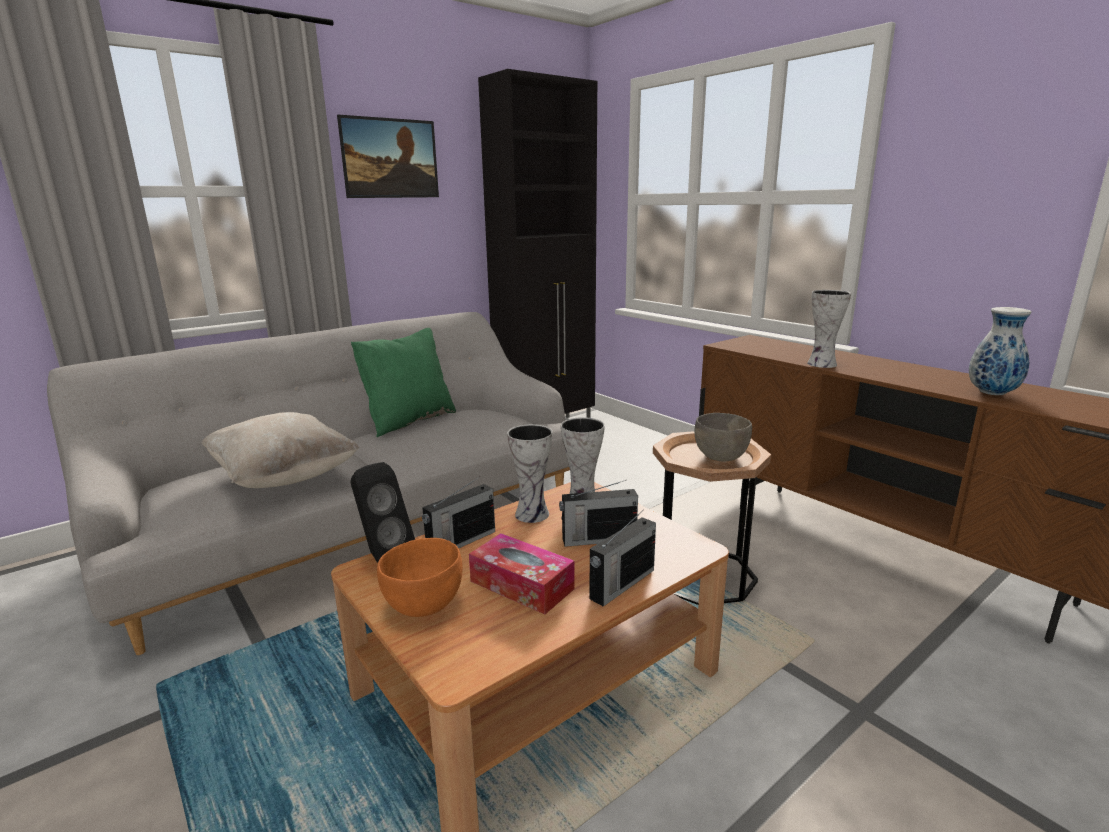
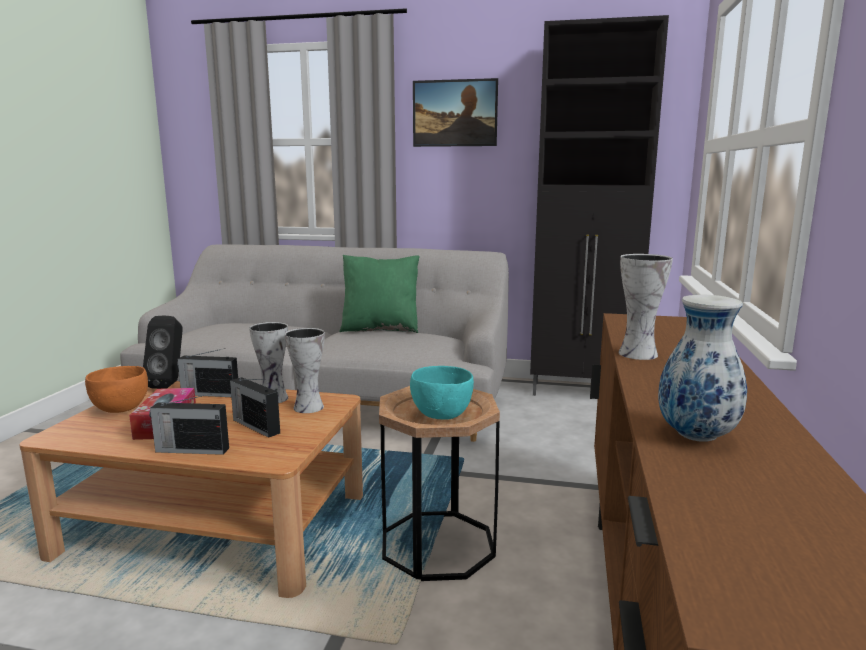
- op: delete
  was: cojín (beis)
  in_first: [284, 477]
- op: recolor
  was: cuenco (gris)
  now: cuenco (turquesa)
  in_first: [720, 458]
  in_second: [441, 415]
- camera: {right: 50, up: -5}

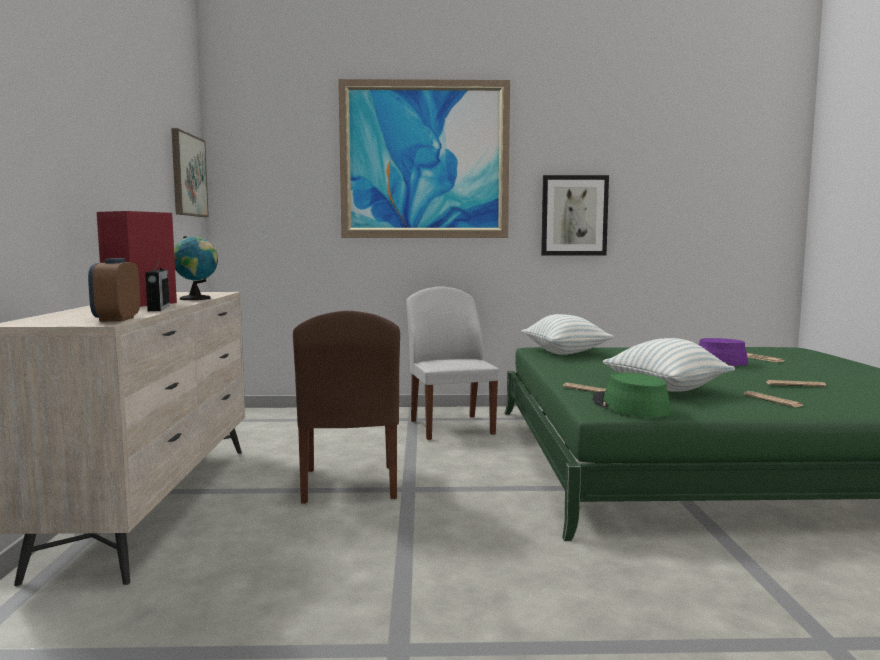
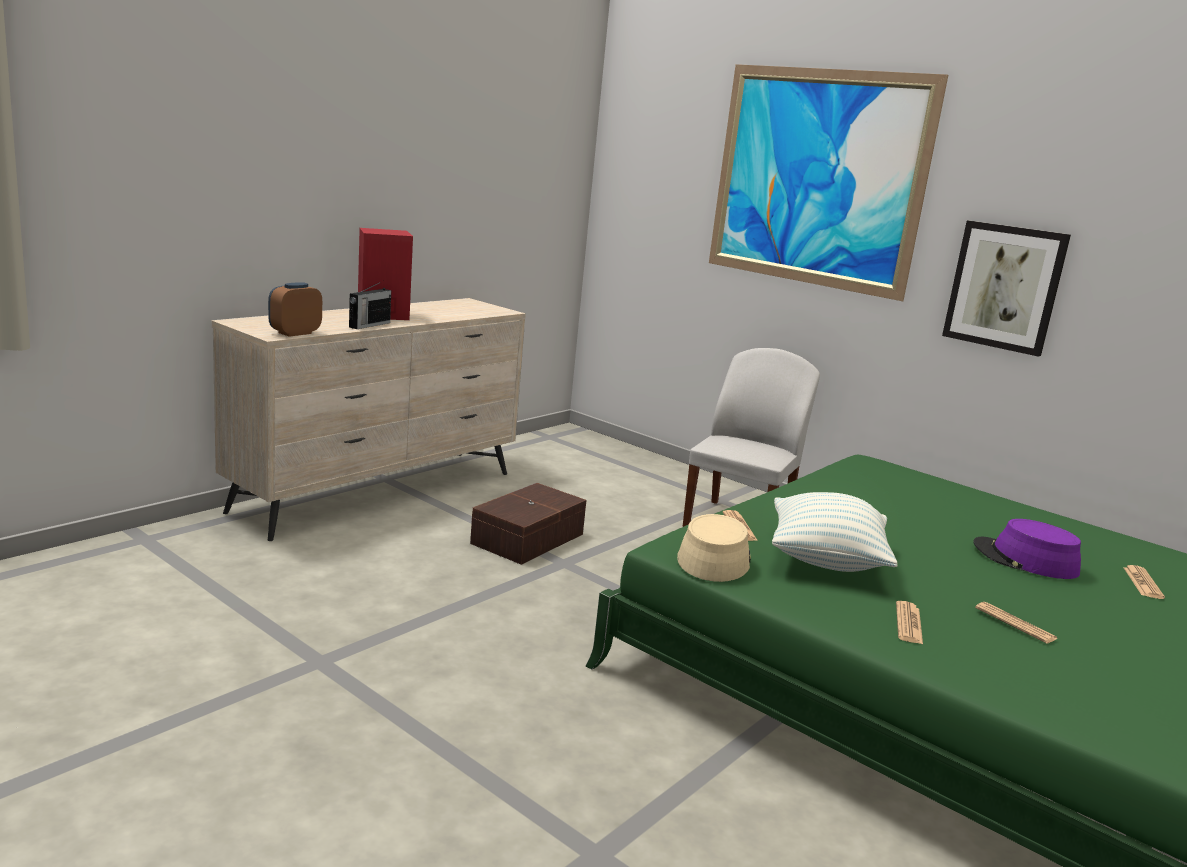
- op: delete
  was: cuadro
  in_first: [188, 175]
- op: delete
  was: globo terráqueo
  in_first: [197, 299]
- op: replace
  was: silla (marrón)
  now: caja de almacenaje (marrón)
  in_first: [349, 485]
  in_second: [525, 538]
- op: delete
  was: cojín
  in_first: [565, 353]
- op: recolor
  was: sombrero (verde)
  now: sombrero (beis)
  in_first: [629, 406]
  in_second: [713, 558]
- camera: {right: 40, up: 10}

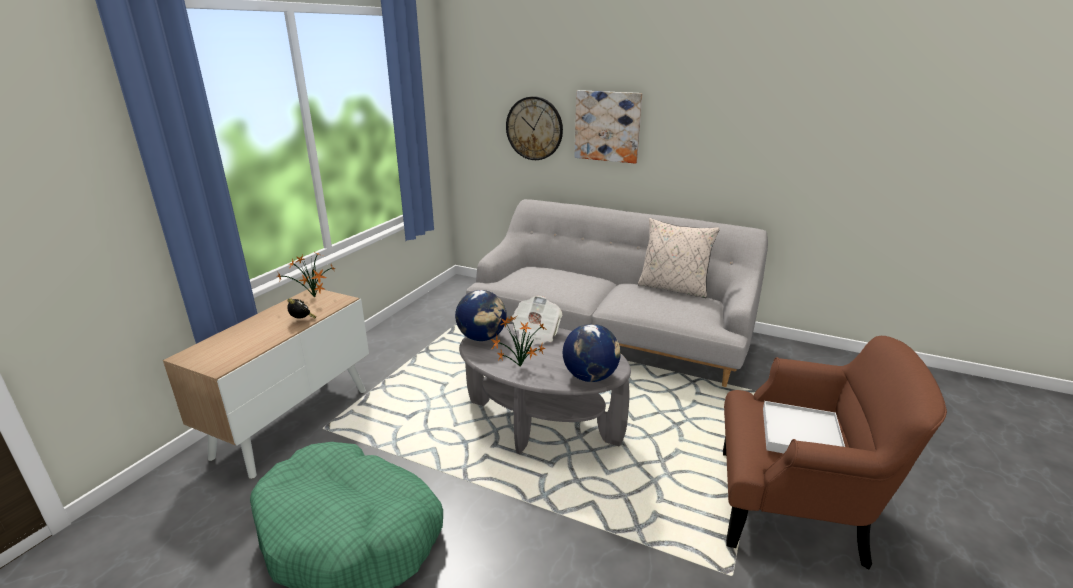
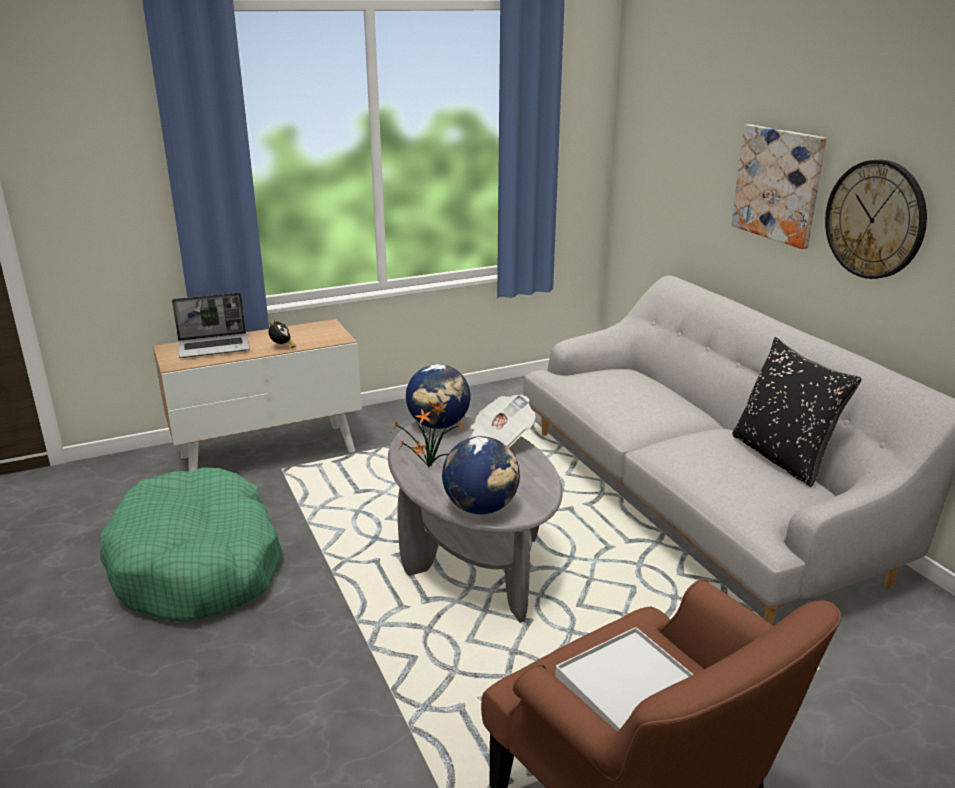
- op: delete
  was: planta en maceta
  in_first: [314, 298]
- op: move
  was: reloj de pared
  in_first: [534, 128]
  in_second: [875, 219]
- op: recolor
  was: cojín (beis)
  now: cojín (negro)
  in_first: [673, 288]
  in_second: [781, 457]
- op: insert
  now: portátil
  in_second: [215, 347]
- camera: {right: 40, up: 0}

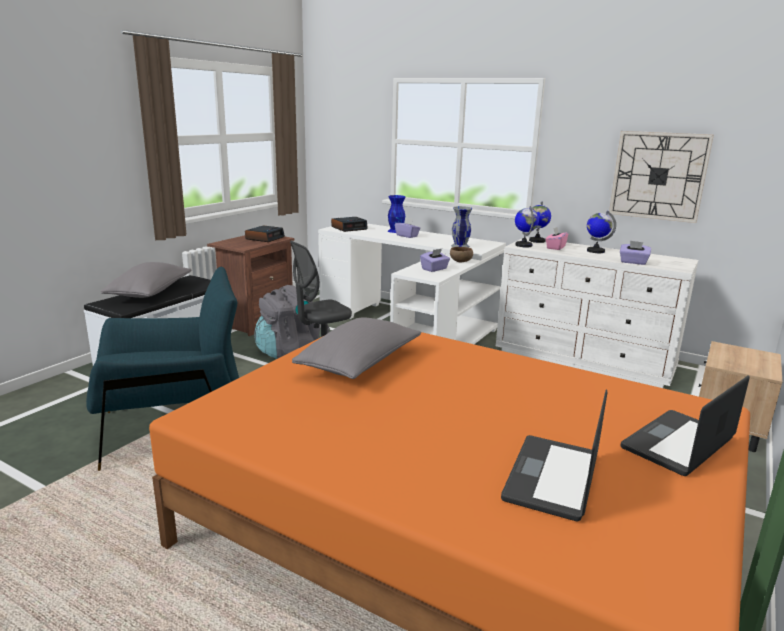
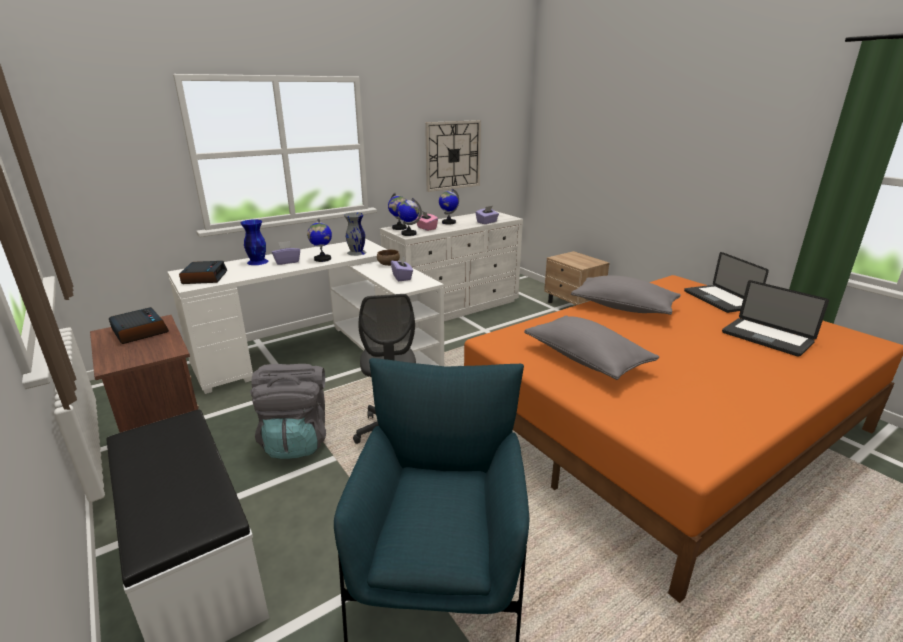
- op: move
  was: cojín (gris)
  in_first: [150, 293]
  in_second: [623, 307]
- op: insert
  now: globo terráqueo
  in_second: [322, 259]
- camera: {right: -65, up: 5}

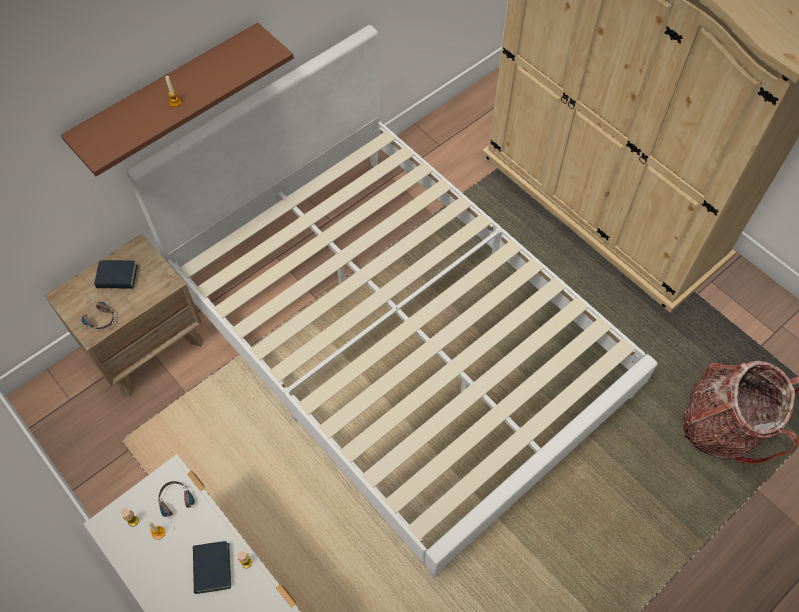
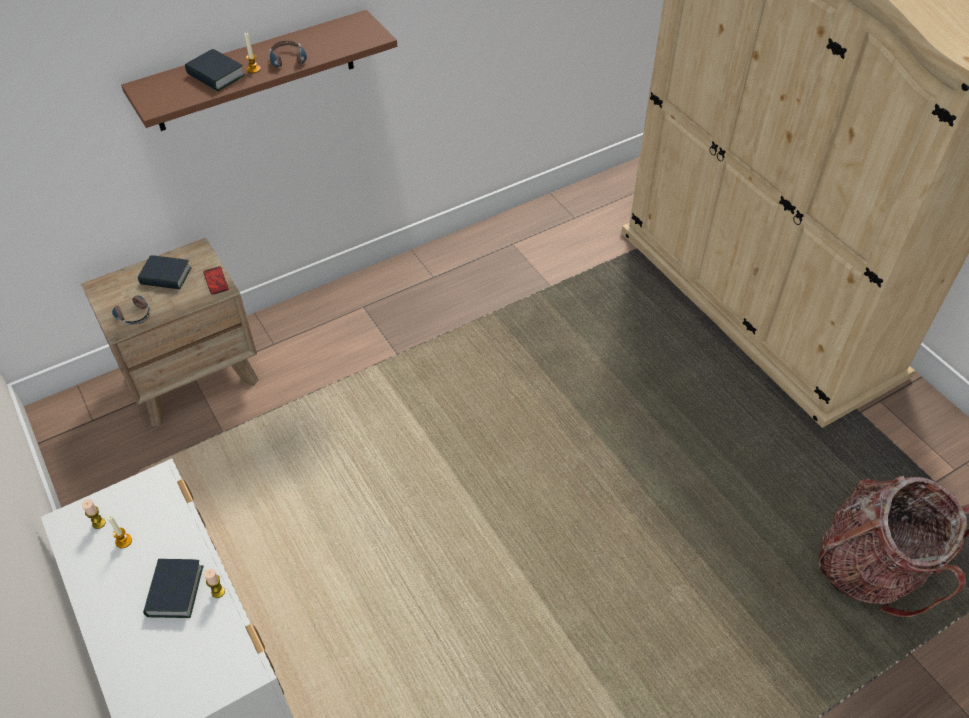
- op: delete
  was: cama (blanco)
  in_first: [399, 339]
- op: move
  was: auriculares
  in_first: [178, 506]
  in_second: [289, 63]
- op: insert
  now: libro
  in_second: [216, 75]
- op: insert
  now: móvil
  in_second: [216, 281]
- camera: {right: 10, up: -10}

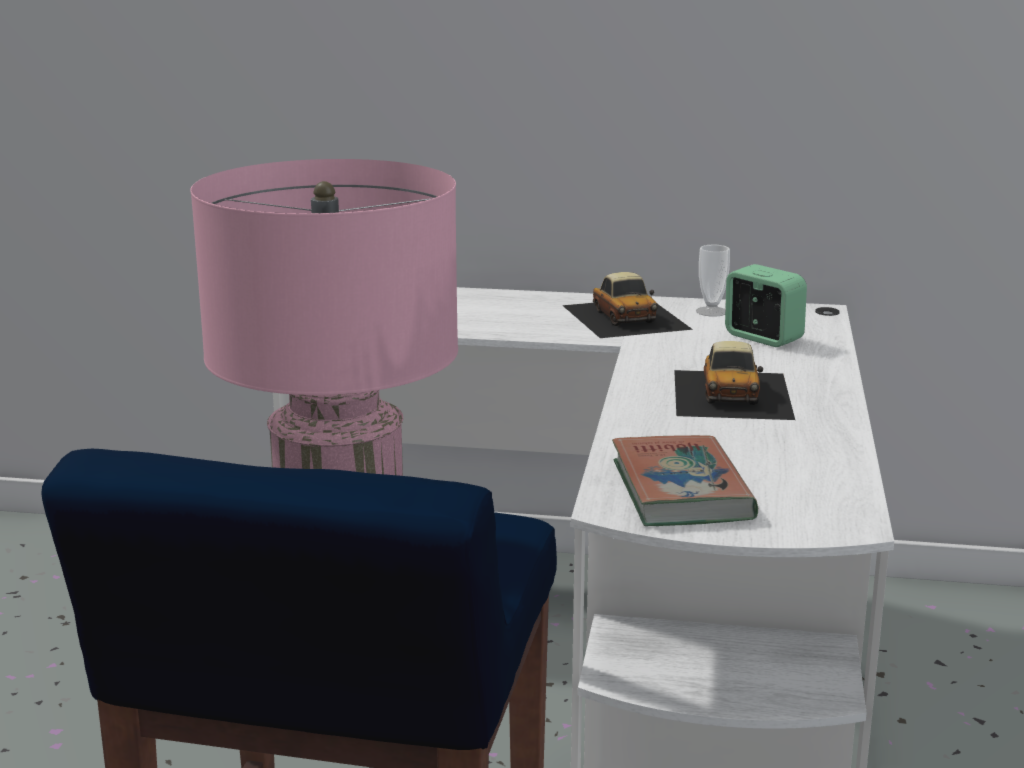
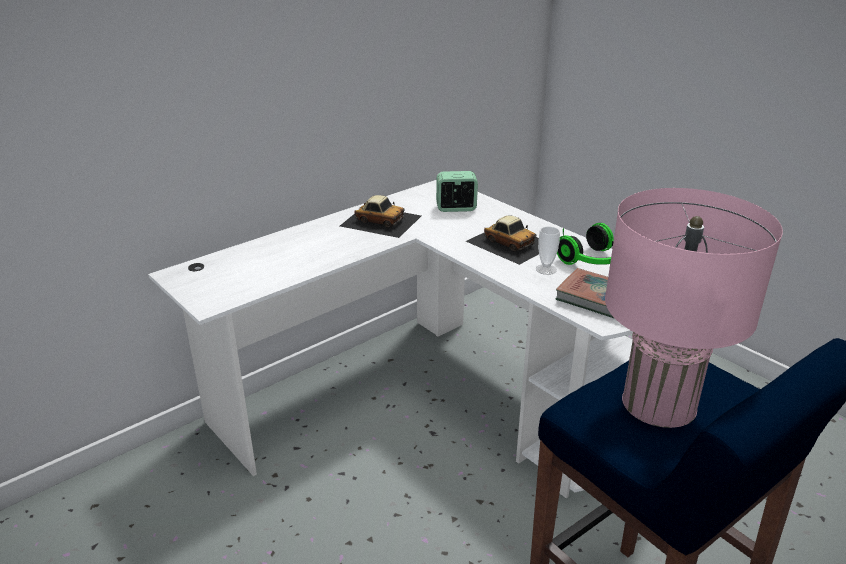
- op: move
  was: taza
  in_first: [711, 311]
  in_second: [546, 269]
- op: insert
  now: auriculares
  in_second: [593, 261]
- camera: {right: -50, up: 10}

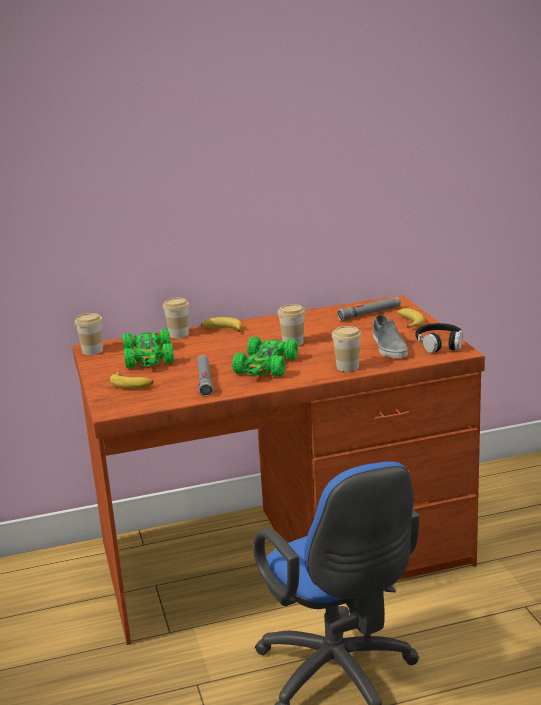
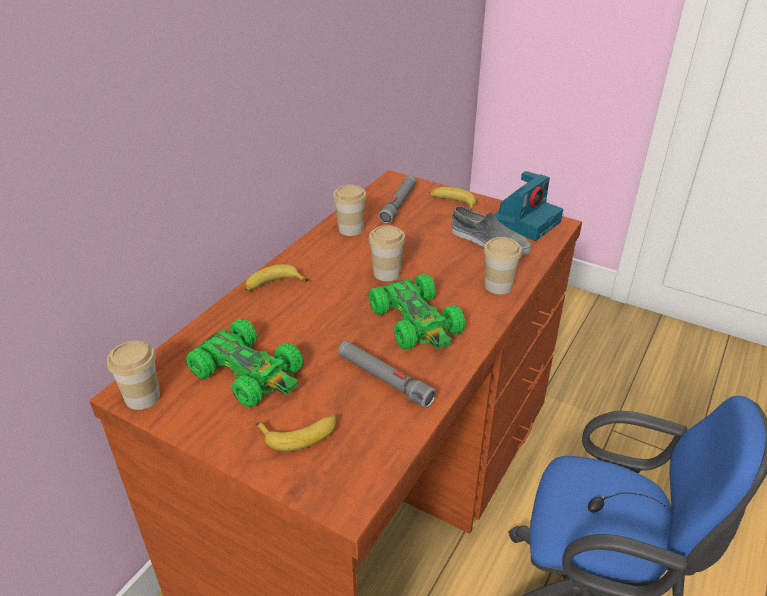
- op: move
  was: taza
  in_first: [179, 334]
  in_second: [350, 229]
- op: replace
  was: auriculares (negro)
  now: cámara
  in_first: [439, 344]
  in_second: [525, 221]
- camera: {right: -45, up: 15}

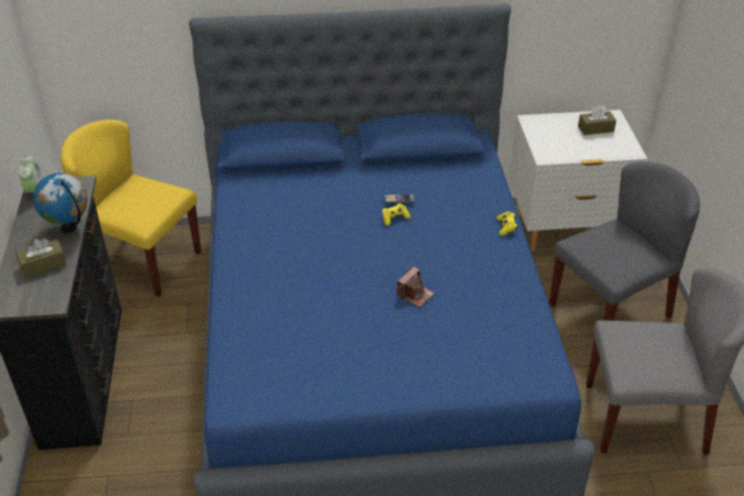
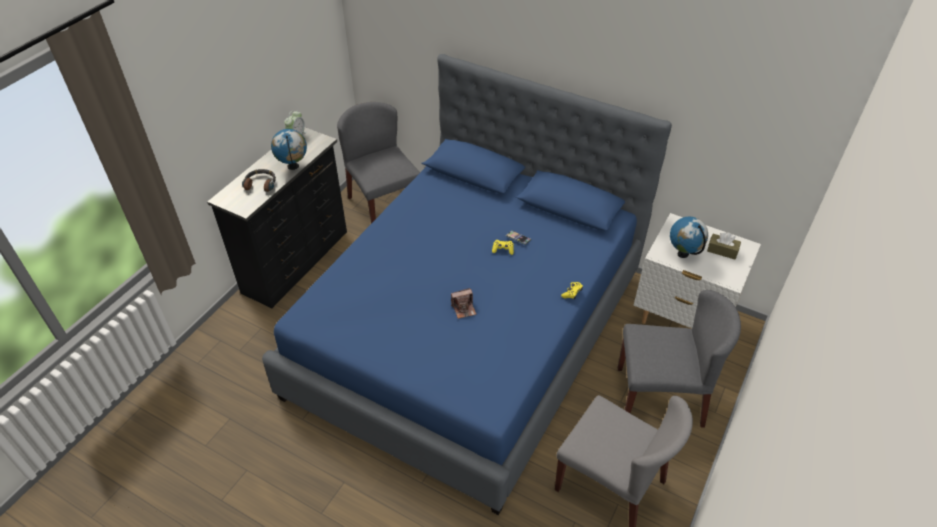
- op: replace
  was: caja de pañuelos (marrón)
  now: auriculares
  in_first: [43, 265]
  in_second: [261, 183]
- op: recolor
  was: silla (amarillo)
  now: silla (gris)
  in_first: [143, 261]
  in_second: [384, 206]
- op: insert
  now: globo terráqueo
  in_second: [683, 254]
- camera: {right: 35, up: 5}

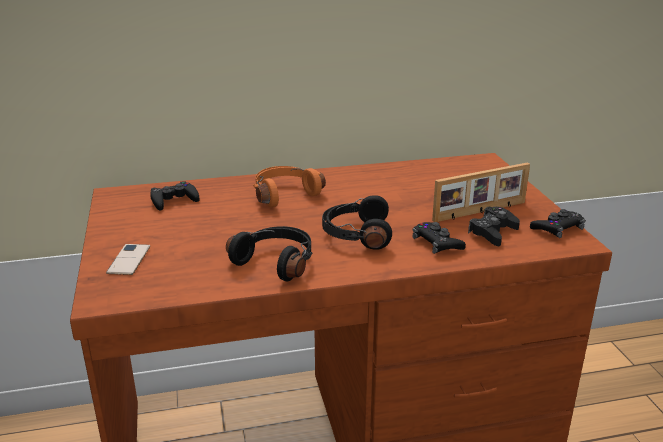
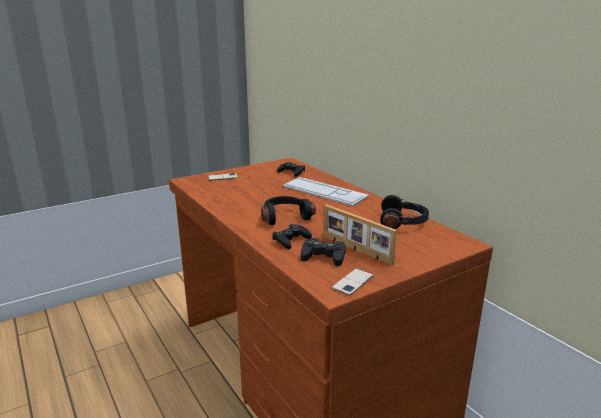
- op: move
  was: auriculares (negro)
  in_first: [277, 262]
  in_second: [403, 222]
- op: replace
  was: auriculares (naranja)
  now: teclado
  in_first: [284, 194]
  in_second: [324, 192]
- op: replace
  was: mando de consola (negro)
  now: móvil
  in_first: [557, 228]
  in_second: [353, 282]
- camera: {right: 70, up: -5}

